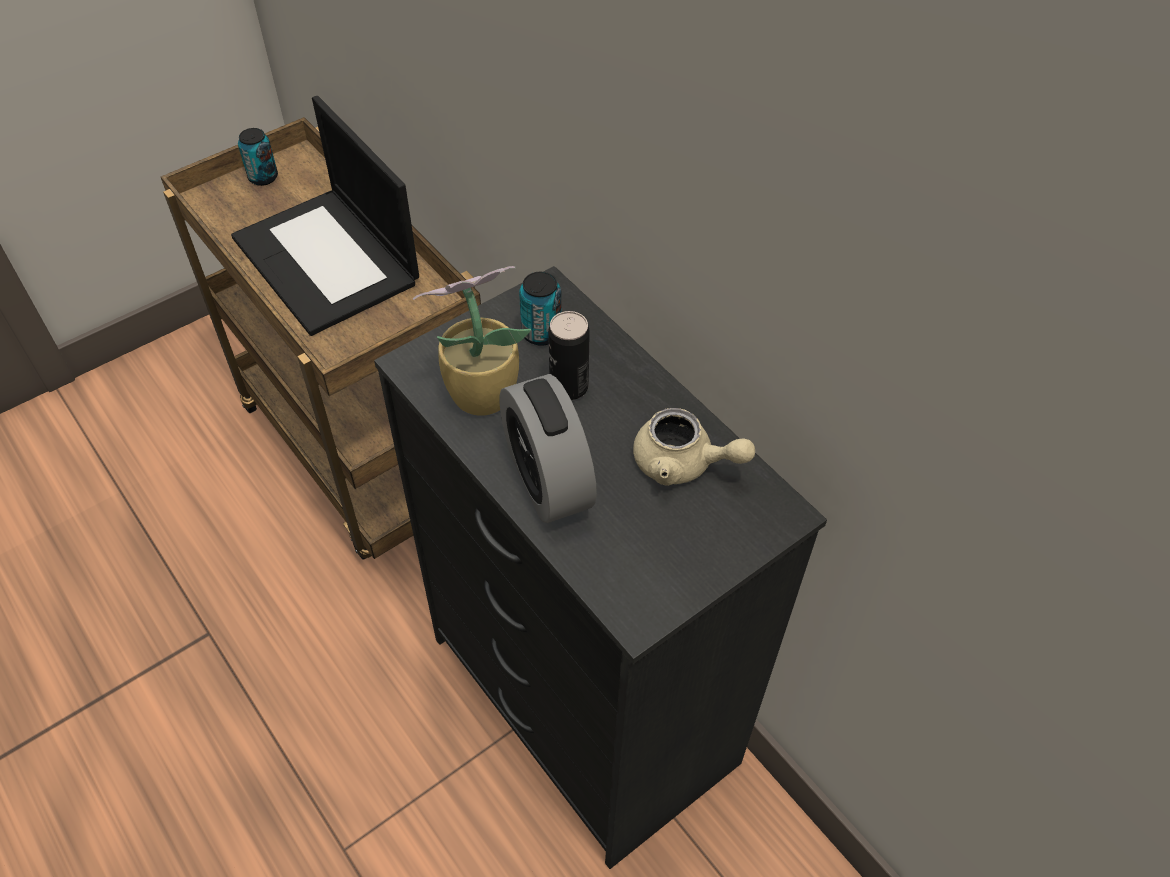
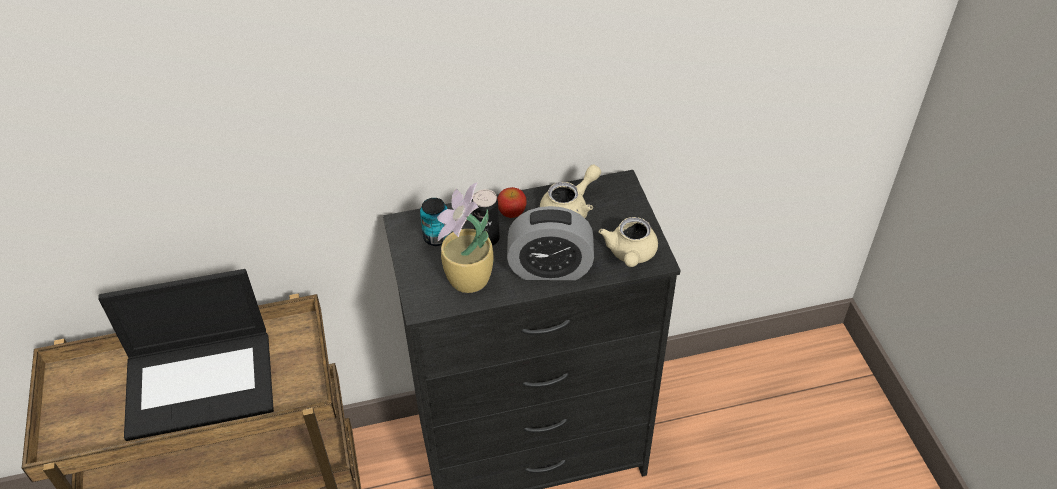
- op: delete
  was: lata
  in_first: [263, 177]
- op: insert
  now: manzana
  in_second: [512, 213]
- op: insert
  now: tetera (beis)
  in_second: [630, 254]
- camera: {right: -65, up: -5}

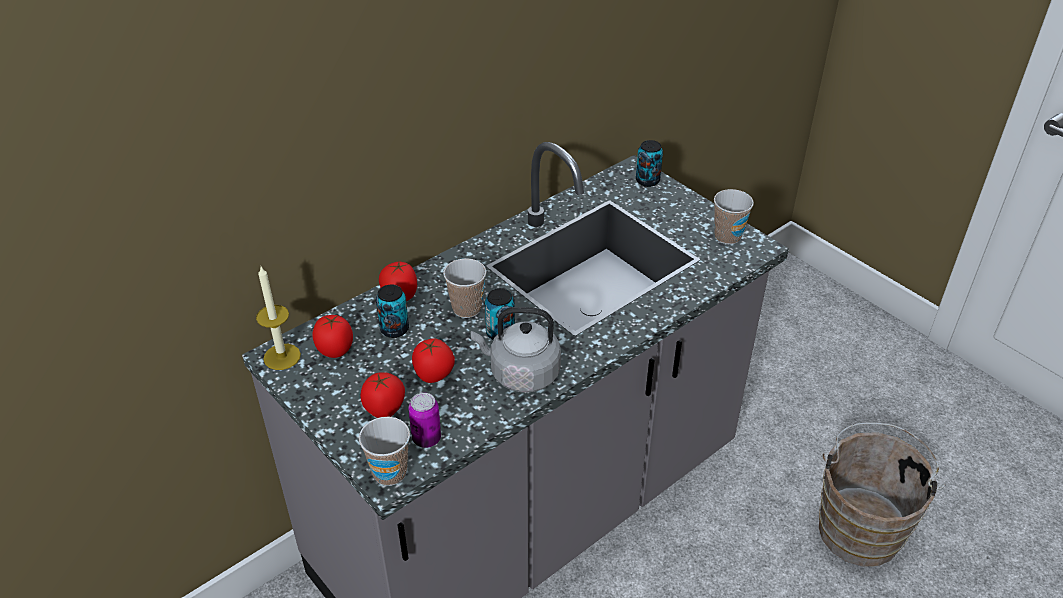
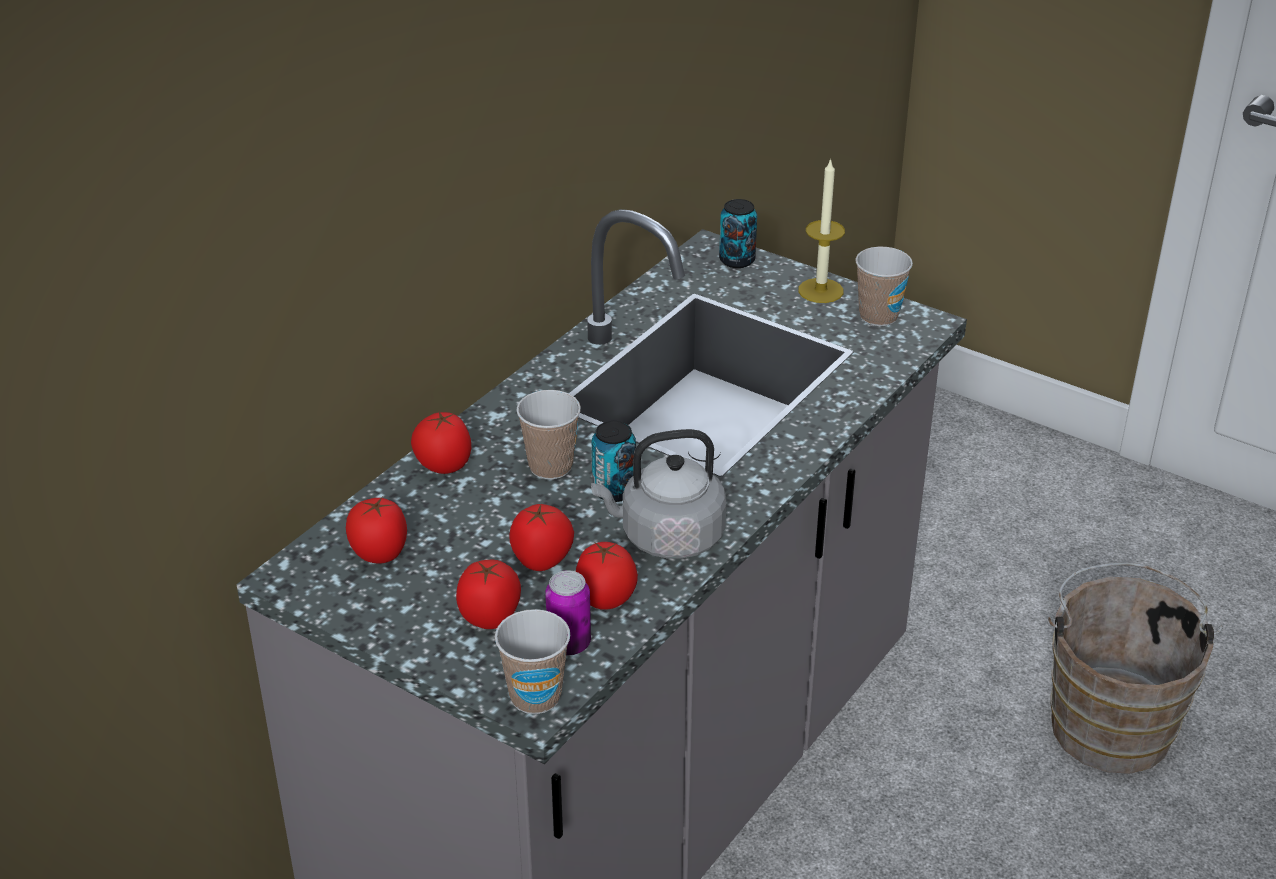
- op: move
  was: vela
  in_first: [282, 357]
  in_second: [820, 290]
- op: delete
  was: lata
  in_first: [394, 329]
- op: insert
  now: tomate
  in_second: [605, 601]
- camera: {right: -15, up: -5}

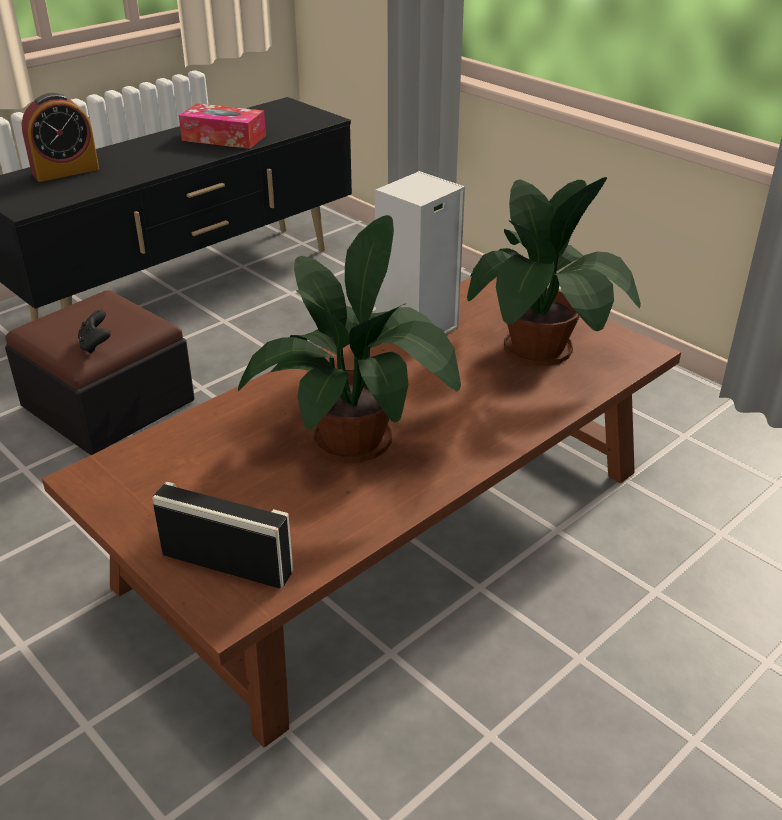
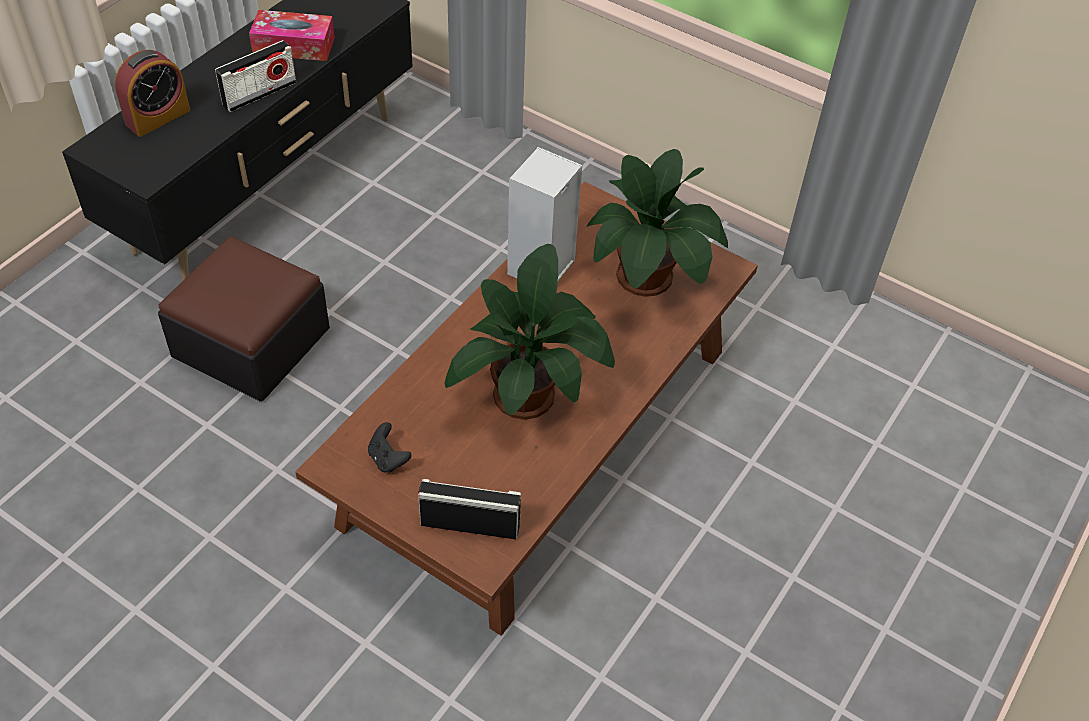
- op: move
  was: mando de consola (negro)
  in_first: [96, 345]
  in_second: [388, 459]
- op: insert
  now: radio
  in_second: [259, 94]
- camera: {right: -15, up: 15}

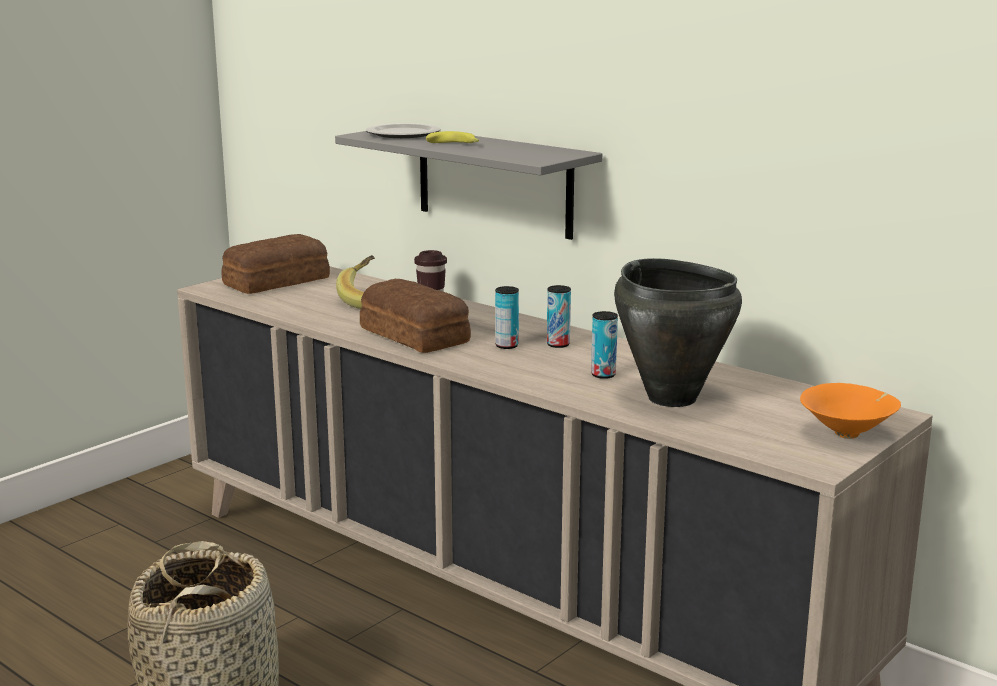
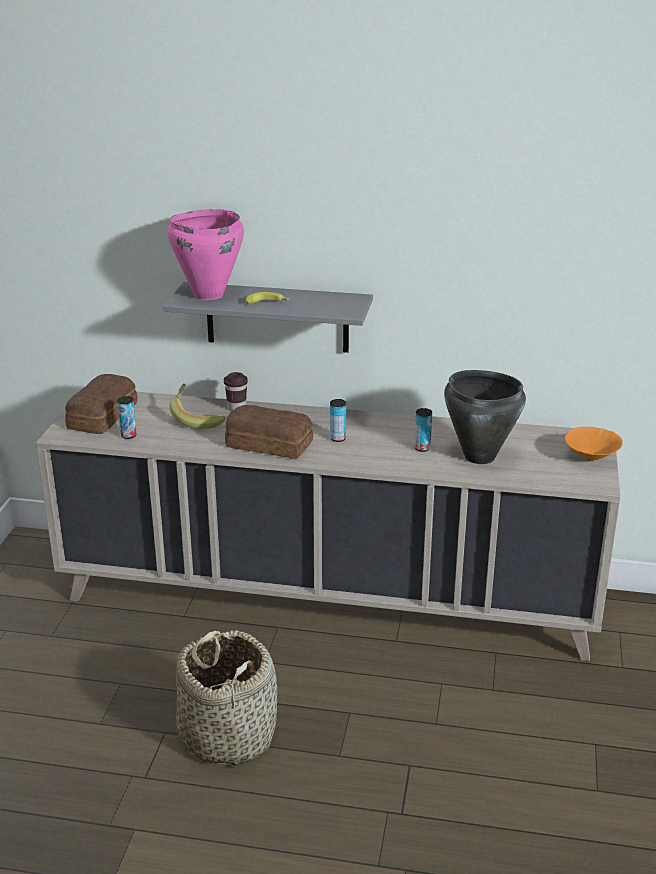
- op: replace
  was: plato
  now: olla (rosa)
  in_first: [402, 134]
  in_second: [208, 294]
- op: move
  was: lata
  in_first: [558, 344]
  in_second: [128, 435]
- camera: {right: -30, up: 10}

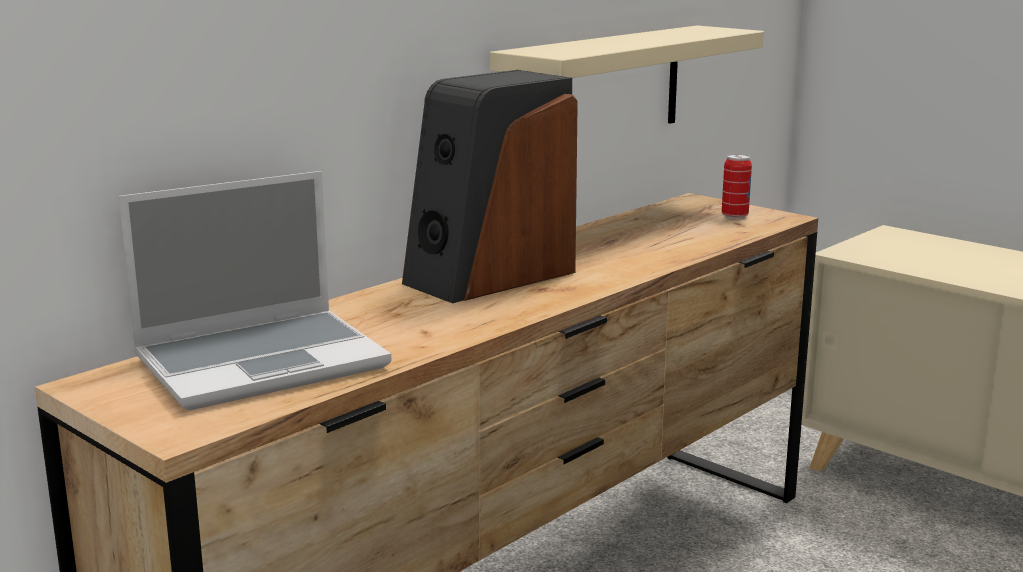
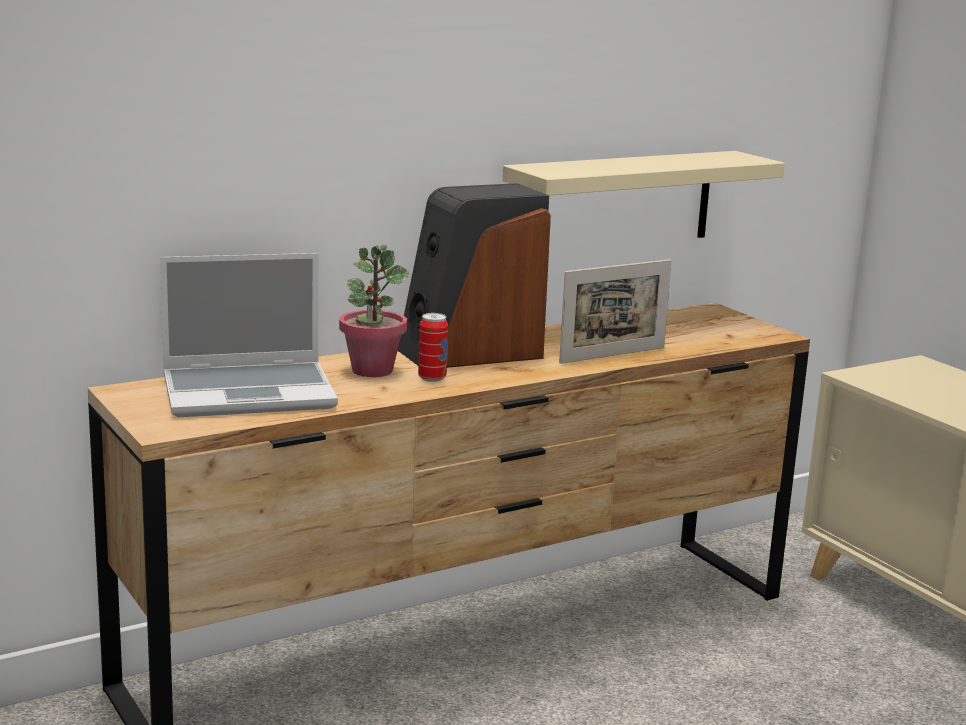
- op: move
  was: lata
  in_first: [734, 216]
  in_second: [432, 378]
- op: insert
  now: planta en maceta
  in_second: [372, 370]
- op: insert
  now: portarretratos
  in_second: [612, 355]
- camera: {right: 15, up: 0}

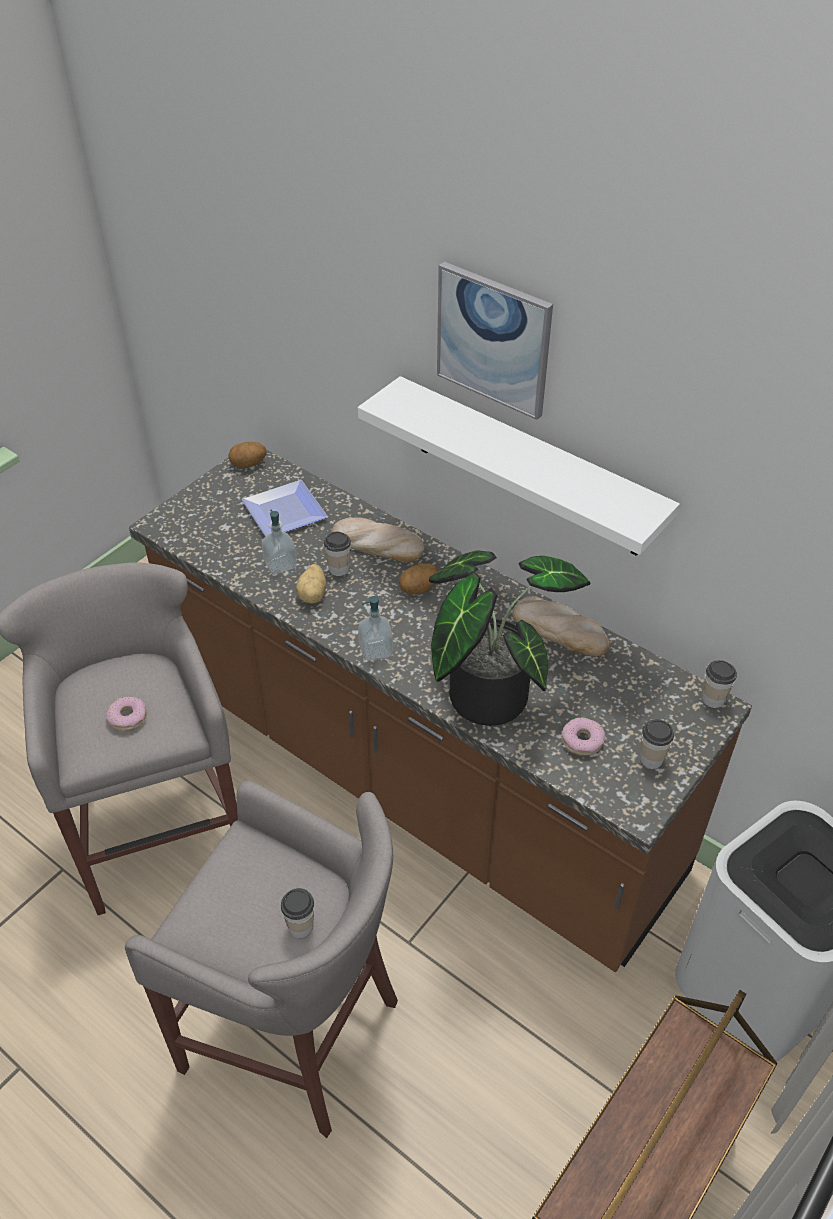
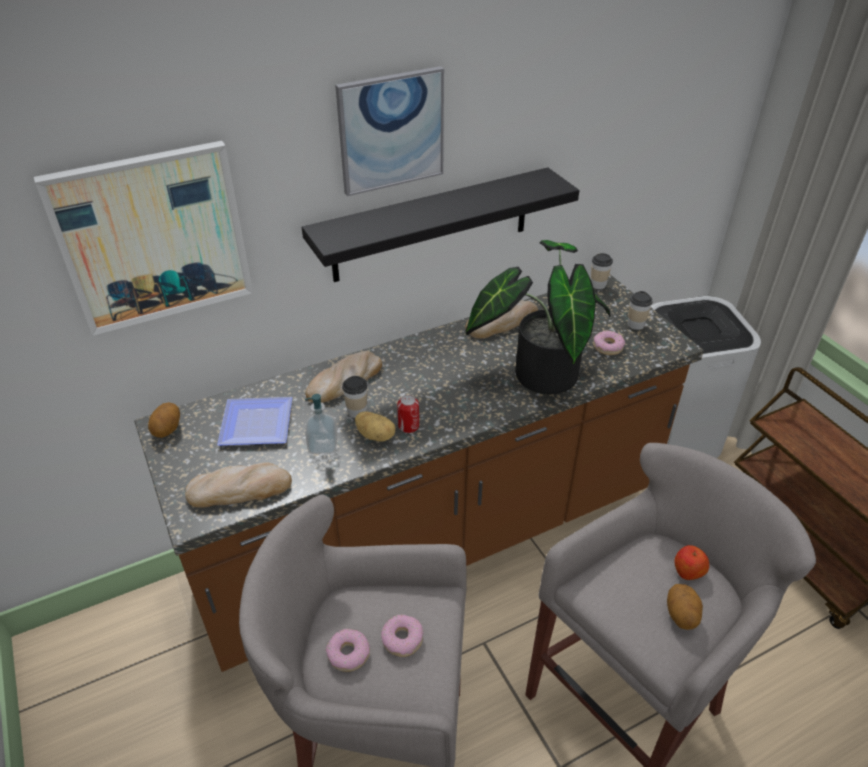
- op: replace
  was: taza
  now: manzana
  in_first: [300, 926]
  in_second: [688, 570]
- op: recolor
  was: estante (blanco)
  now: estante (negro)
  in_first: [528, 468]
  in_second: [432, 225]
- op: delete
  was: dispensador de jabón
  in_first: [376, 650]
- op: move
  was: patata
  in_first: [419, 589]
  in_second: [681, 615]
- op: insert
  now: cuadro
  in_second: [153, 238]
- op: insert
  now: pan
  in_second: [239, 489]
- op: insert
  now: rosquilla
  in_second: [348, 653]
- op: insert
  now: lata
  in_second: [408, 426]
- camera: {right: -65, up: -5}

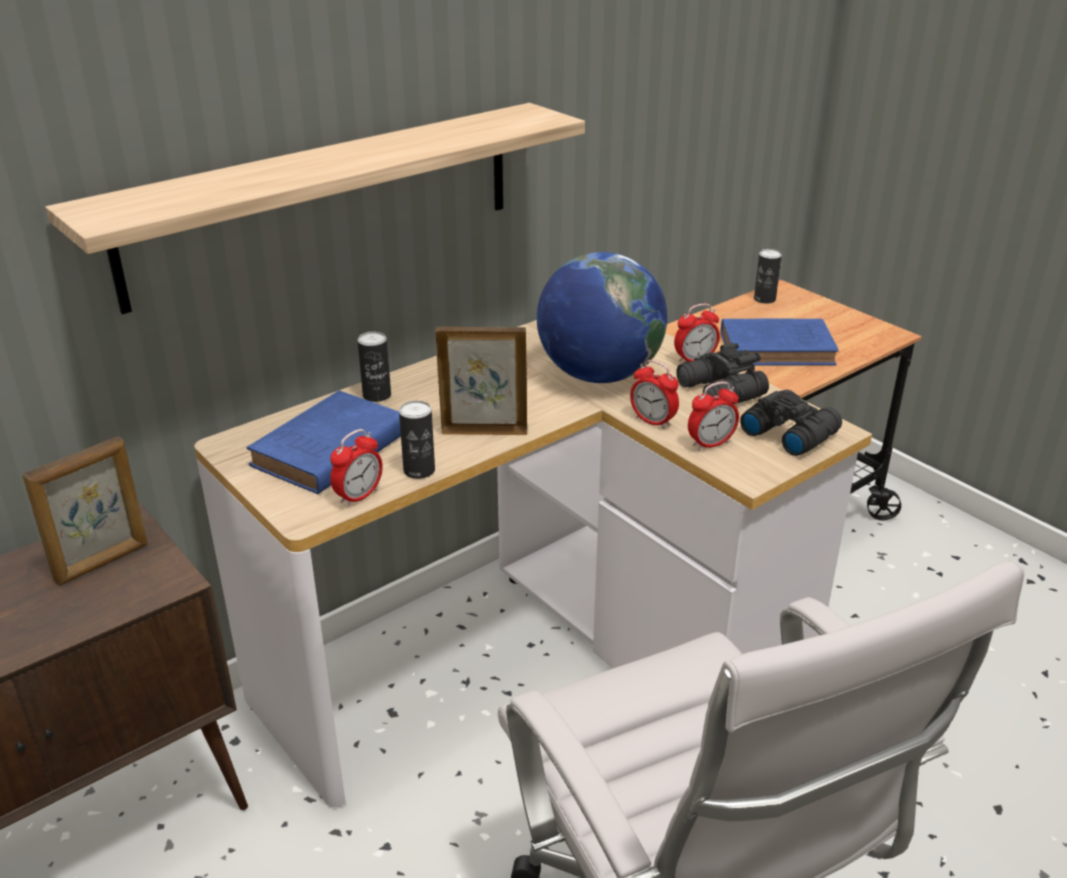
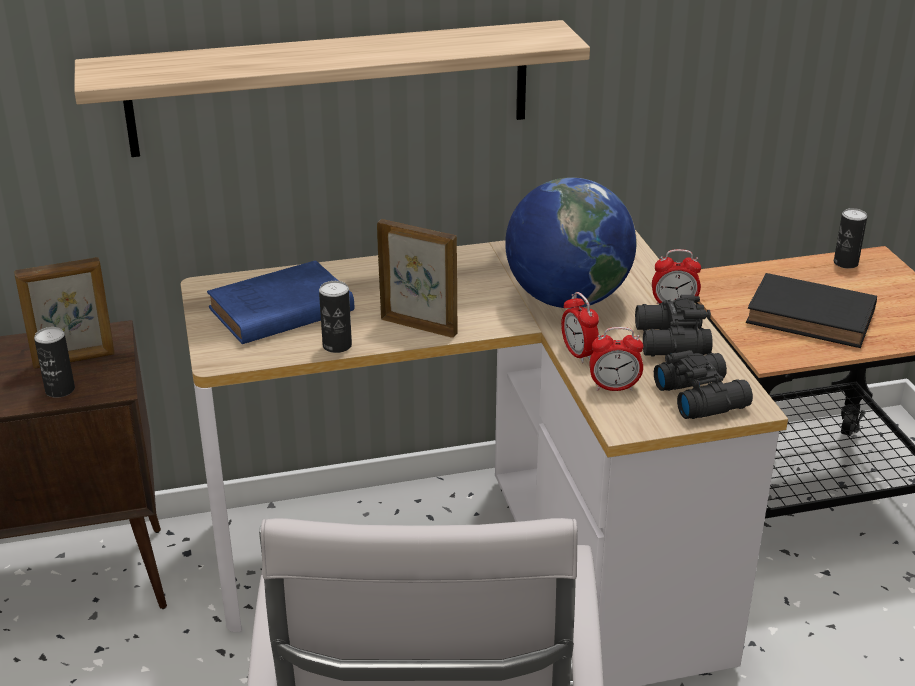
- op: delete
  was: despertador
  in_first: [359, 496]
- op: move
  was: lata
  in_first: [377, 395]
  in_second: [60, 390]
- op: recolor
  was: libro (azul)
  now: libro (negro)
  in_first: [779, 349]
  in_second: [814, 318]
- camera: {right: 25, up: 0}

